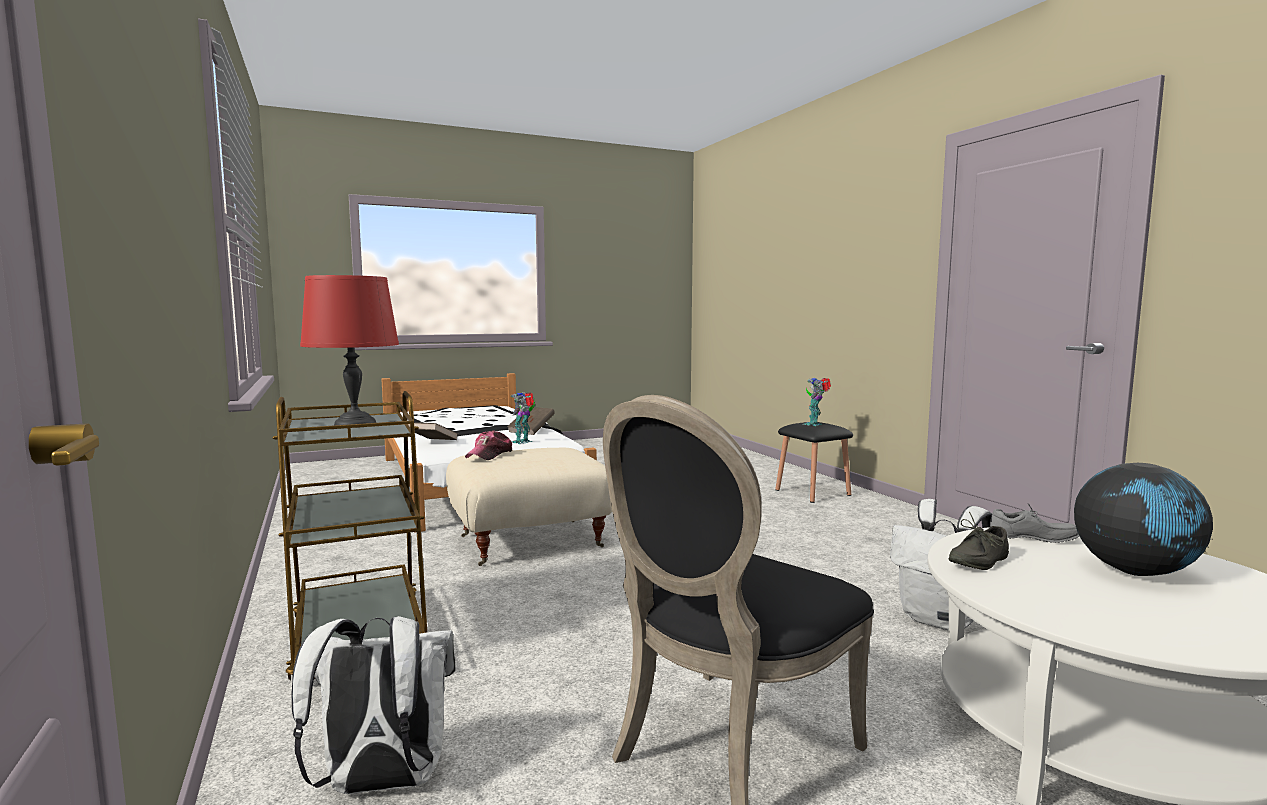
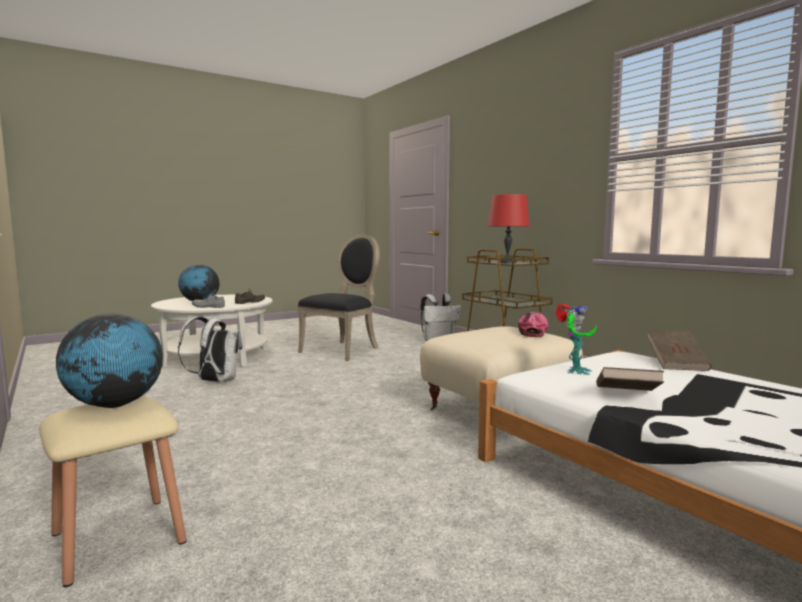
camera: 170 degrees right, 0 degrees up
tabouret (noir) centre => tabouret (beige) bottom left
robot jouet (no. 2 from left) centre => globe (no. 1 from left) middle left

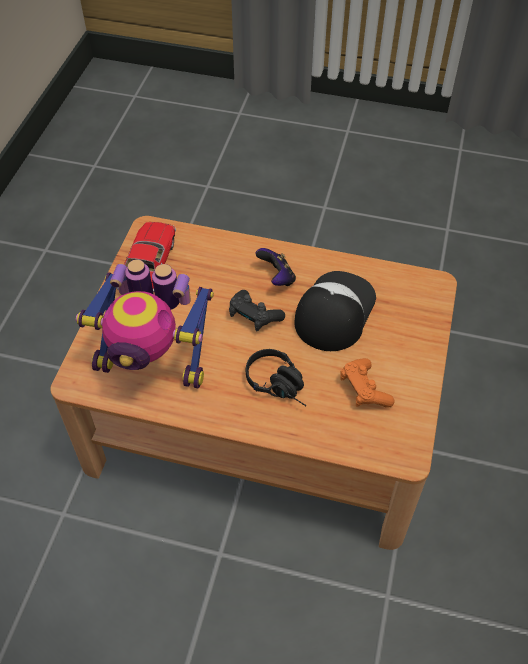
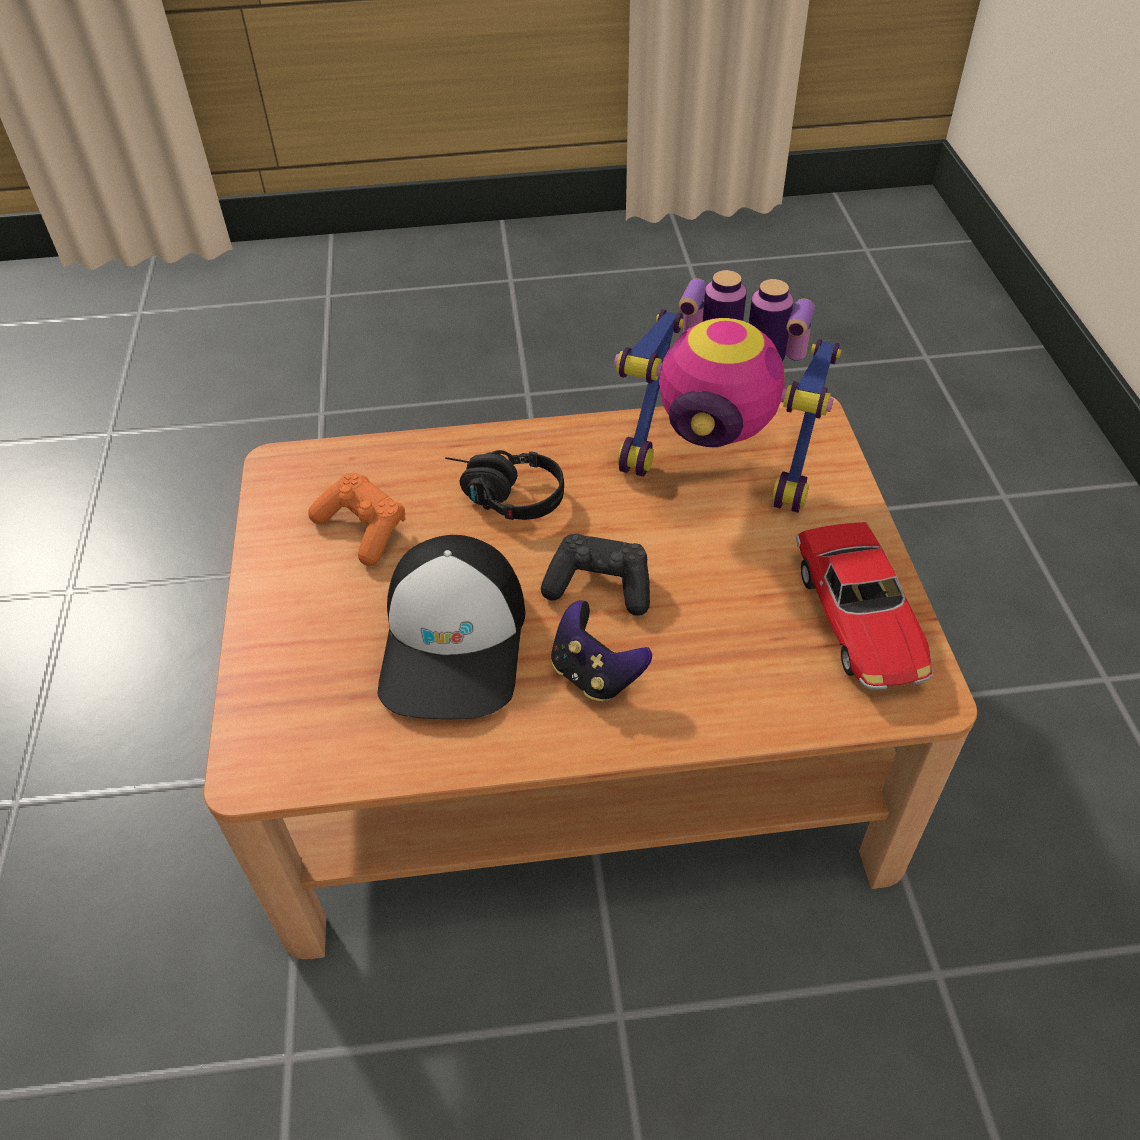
camera: 160 degrees right, 5 degrees down
robot jouet middle left => robot jouet centre, 150 degrees counterclockwise

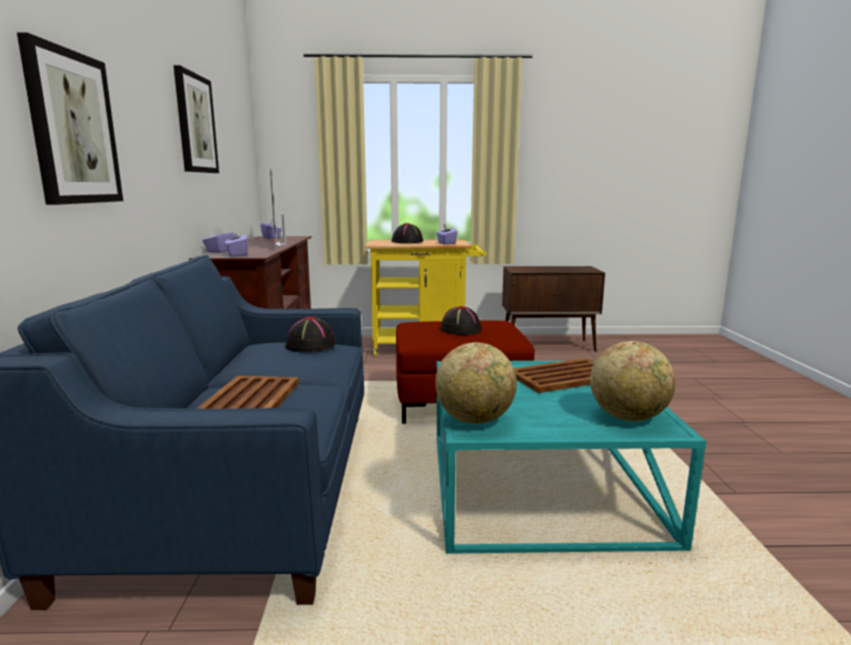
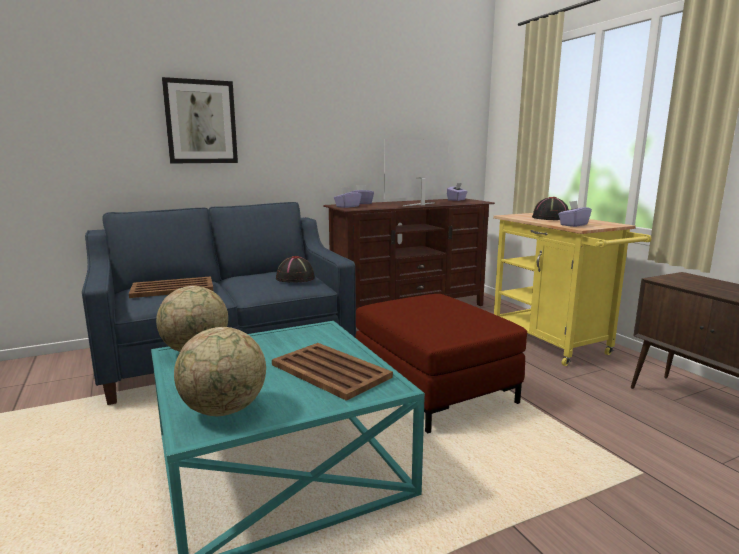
camera: 65 degrees right, 0 degrees up
tableau (no. 2 from left) top left => nothing
chapeau (noir) (no. 3 from left) centre => nothing

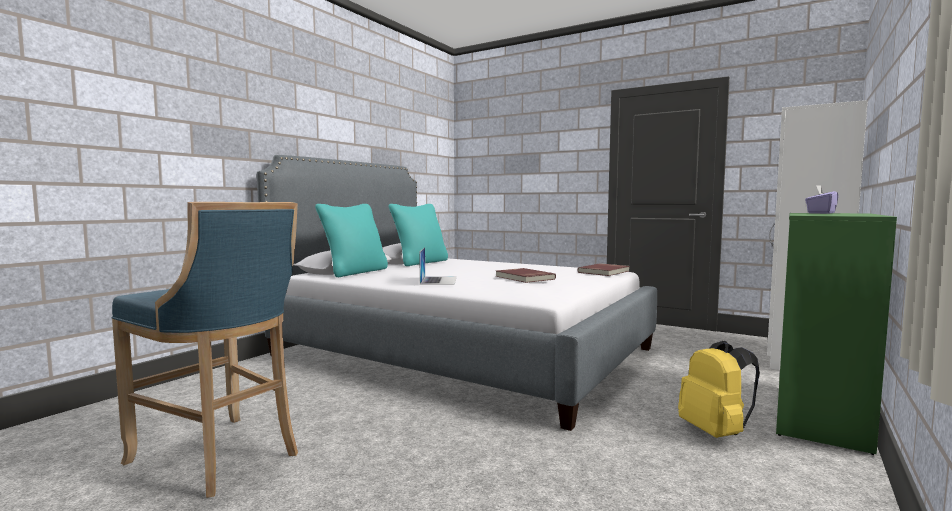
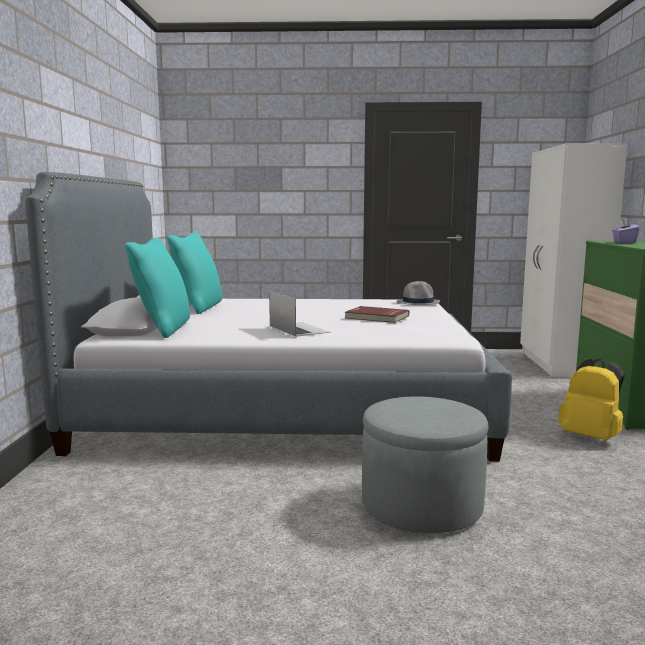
camera: 30 degrees left, 5 degrees up
nothing => pouf (gris) bottom centre
livre (rouge) (no. 2 from left) centre => chapeau (gris) centre
tabouret (bleu) bottom left => nothing

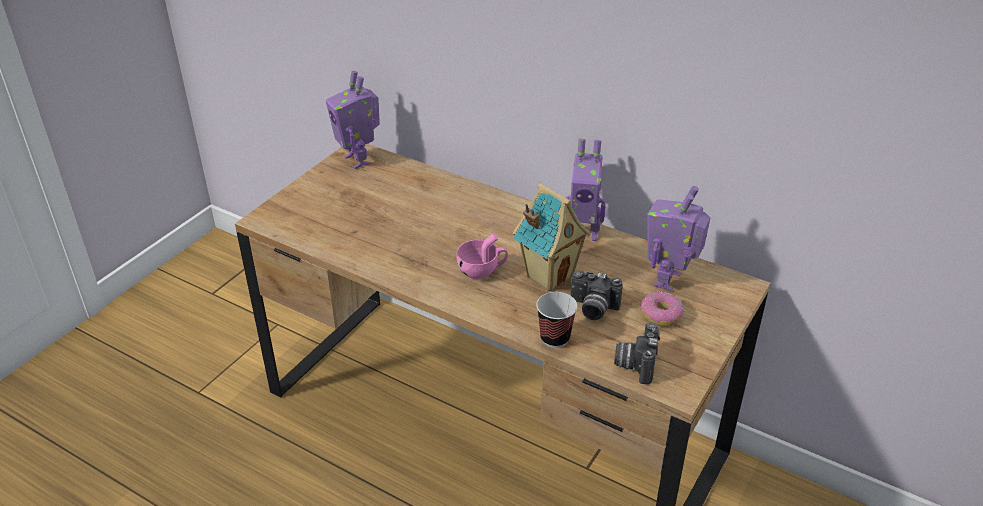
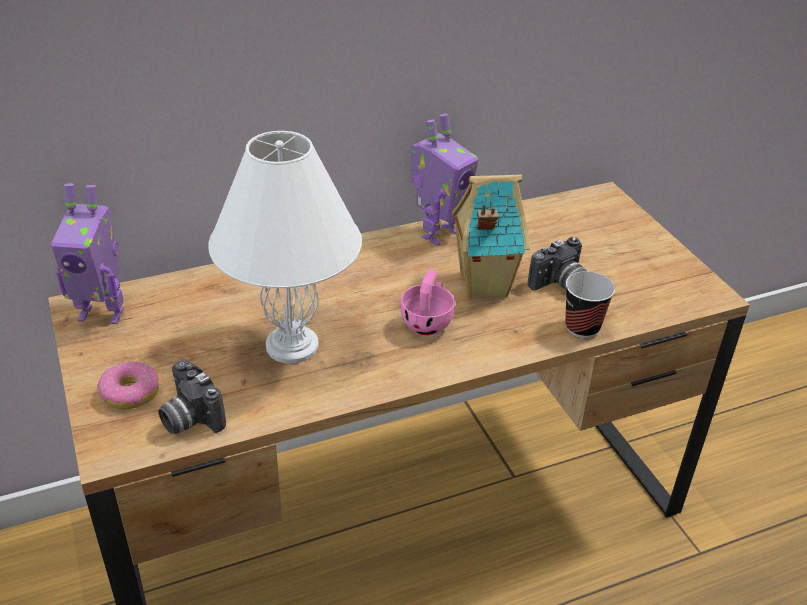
camera: 55 degrees left, 0 degrees up
beignet middle right => beignet middle left, shifted
appareil photo (no. 2 from left in the first image) bottom centre => appareil photo (no. 1 from left) middle left, shifted
nothing => lampe de table (blanc) centre
robot jouet (no. 3 from left) middle right => nothing

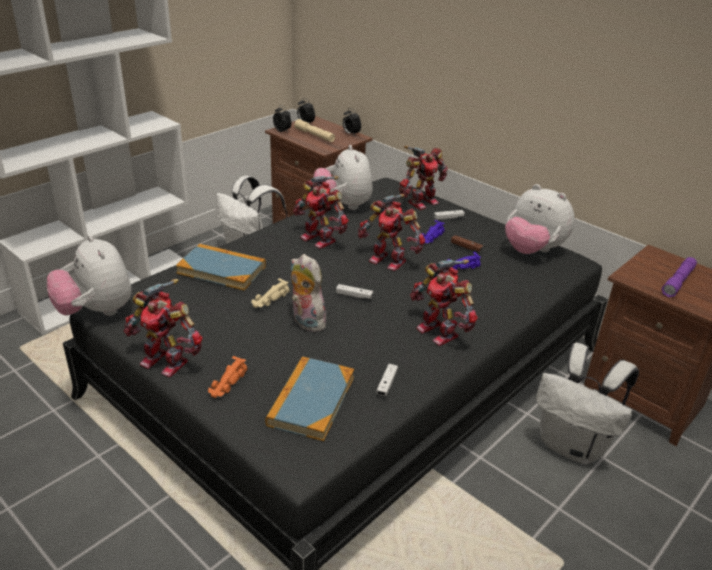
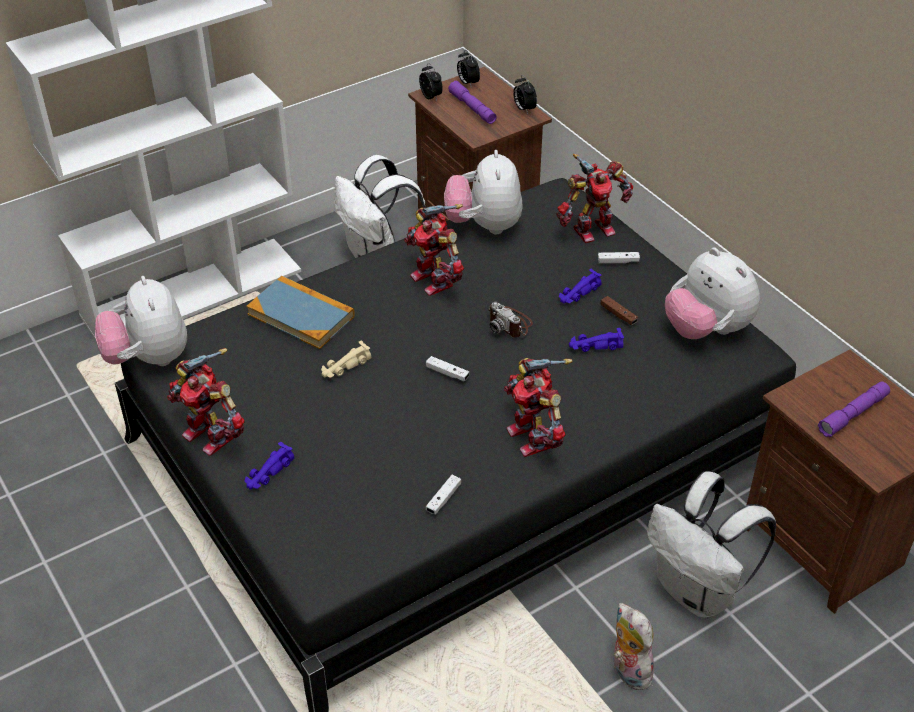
camera: 15 degrees right, 10 degrees up
petite voiture (orange) middle left => petite voiture (violet) (no. 1 from left) middle left
lampe de poche (beige) top centre => lampe de poche (violet) (no. 1 from left) top centre
robot jouet (no. 3 from left) centre => appareil photo centre
peluche (no. 2 from left in the first image) centre => peluche (no. 3 from left) bottom right, shifted
livre (no. 2 from left) bottom centre => nothing

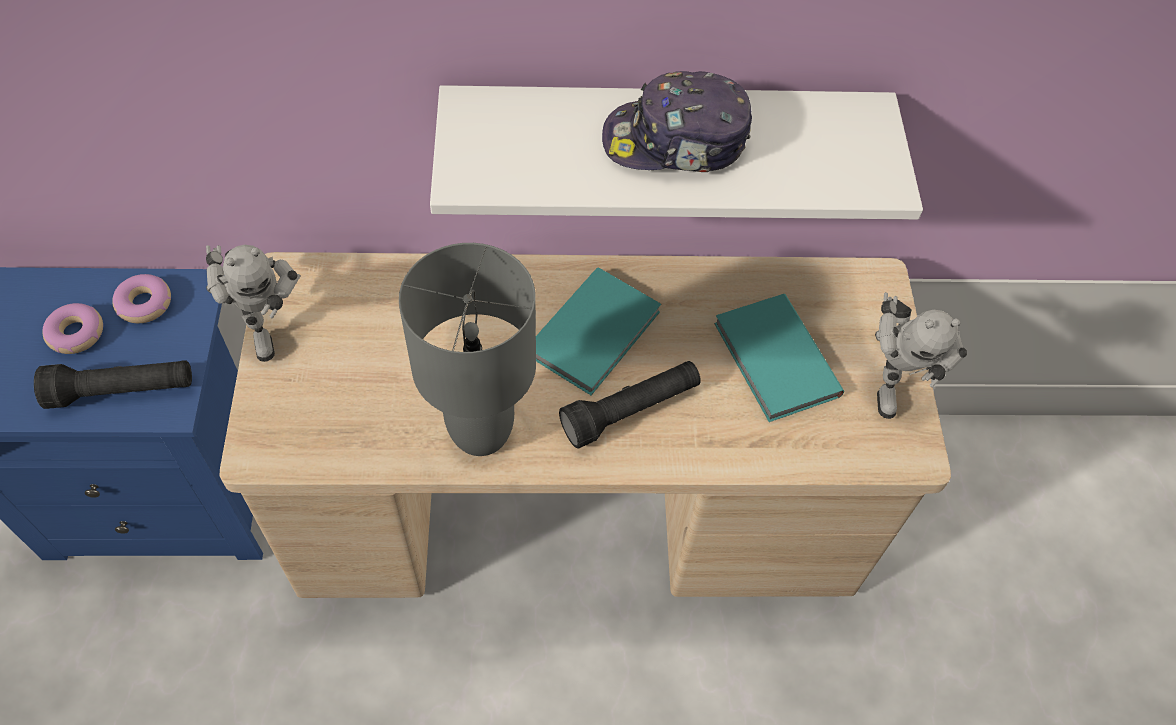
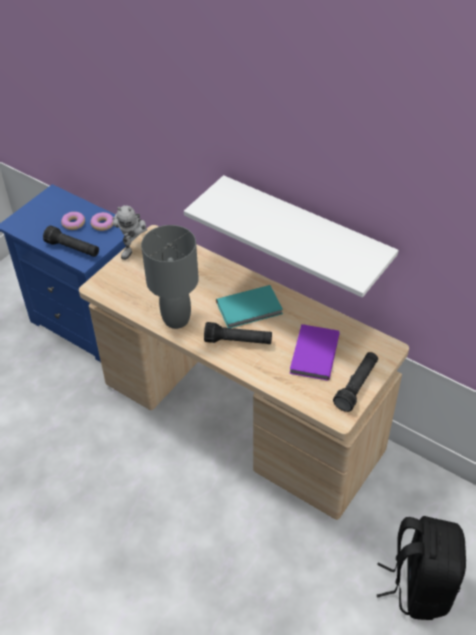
camera: 40 degrees right, 10 degrees down
livre (turquoise) (no. 2 from left) centre => livre (violet) centre
robot jouet (no. 2 from left) middle right => lampe de poche (noir) (no. 3 from left) middle right
nothing => sac à dos (noir) bottom right
casquette top centre => nothing

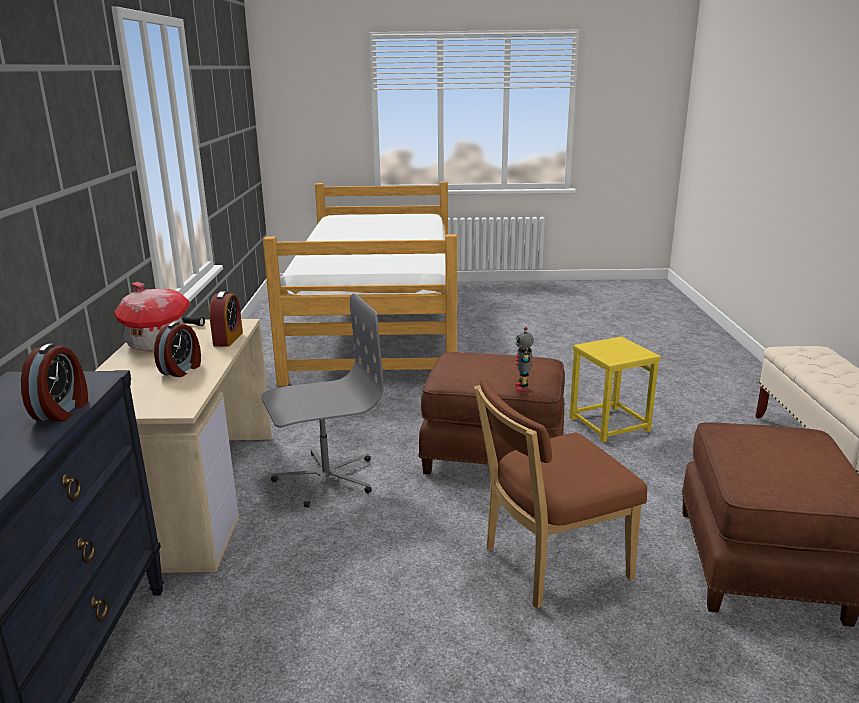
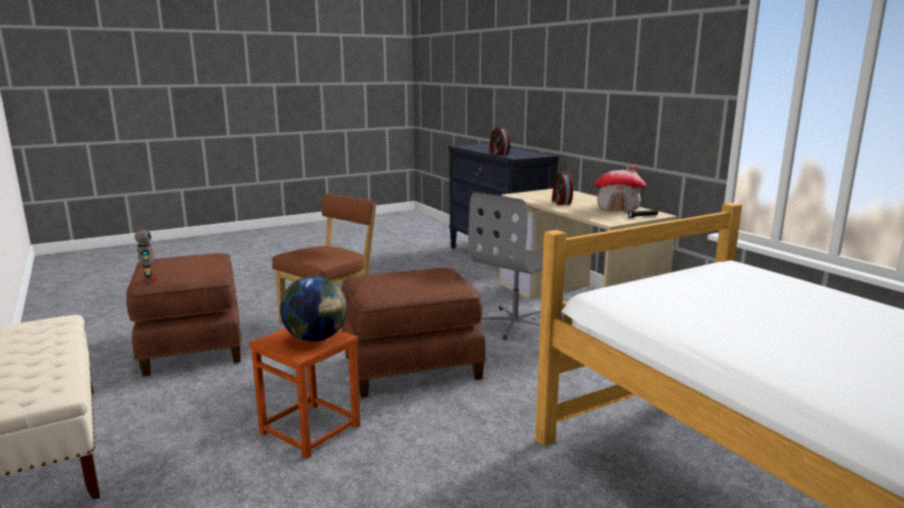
camera: 150 degrees right, 5 degrees down
robot jouet centre => robot jouet middle left, shifted
tabouret (jaune) middle right => tabouret (marron) bottom centre
nothing => globe centre
réveil (no. 3 from left) middle left => nothing

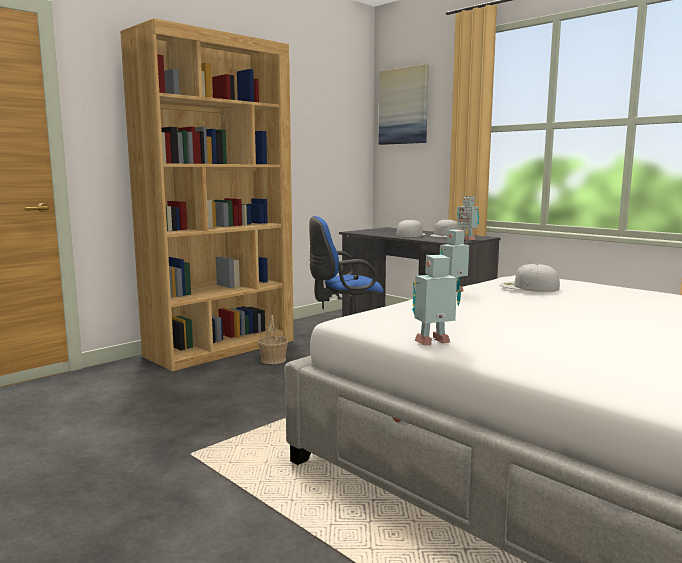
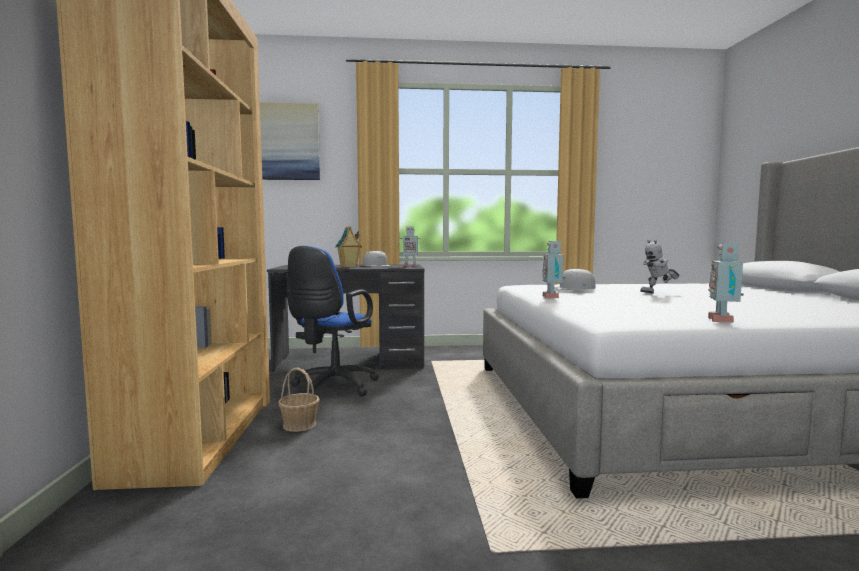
camera: 50 degrees left, 5 degrees down
casquette (blanc) (no. 1 from left) centre => maison miniature centre
nothing => robot jouet (no. 3 from left) middle right

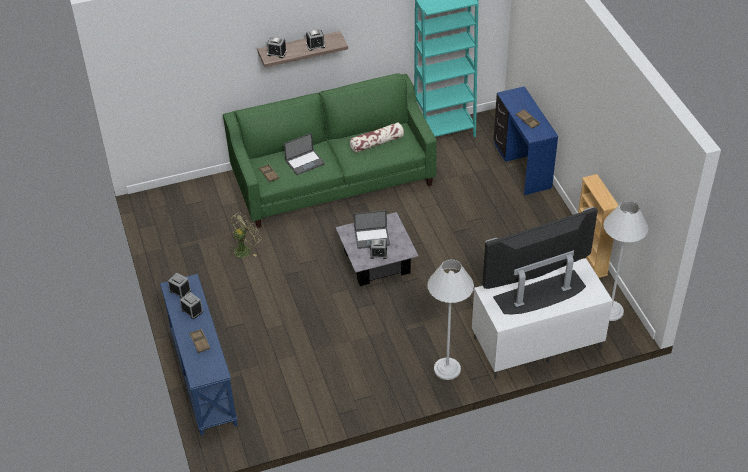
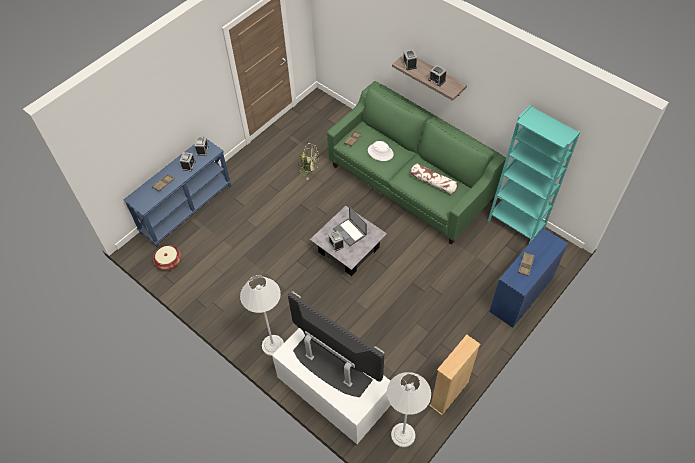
camera: 60 degrees right, 10 degrees up
nothing => panier middle left
ordinateur portable (no. 1 from left) top centre => chapeau (blanc) top centre

